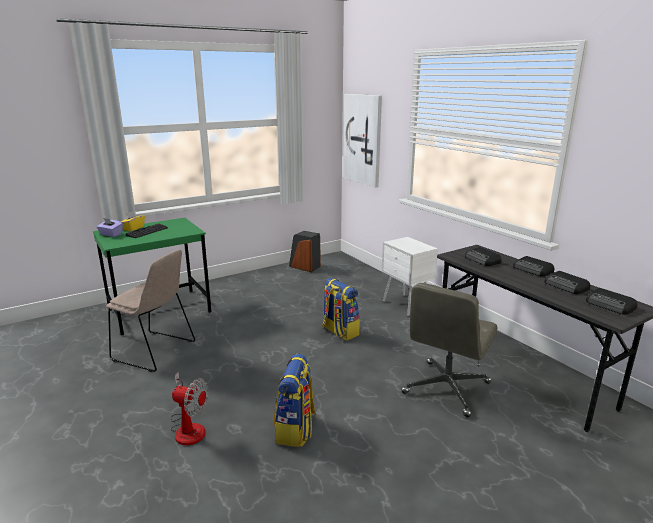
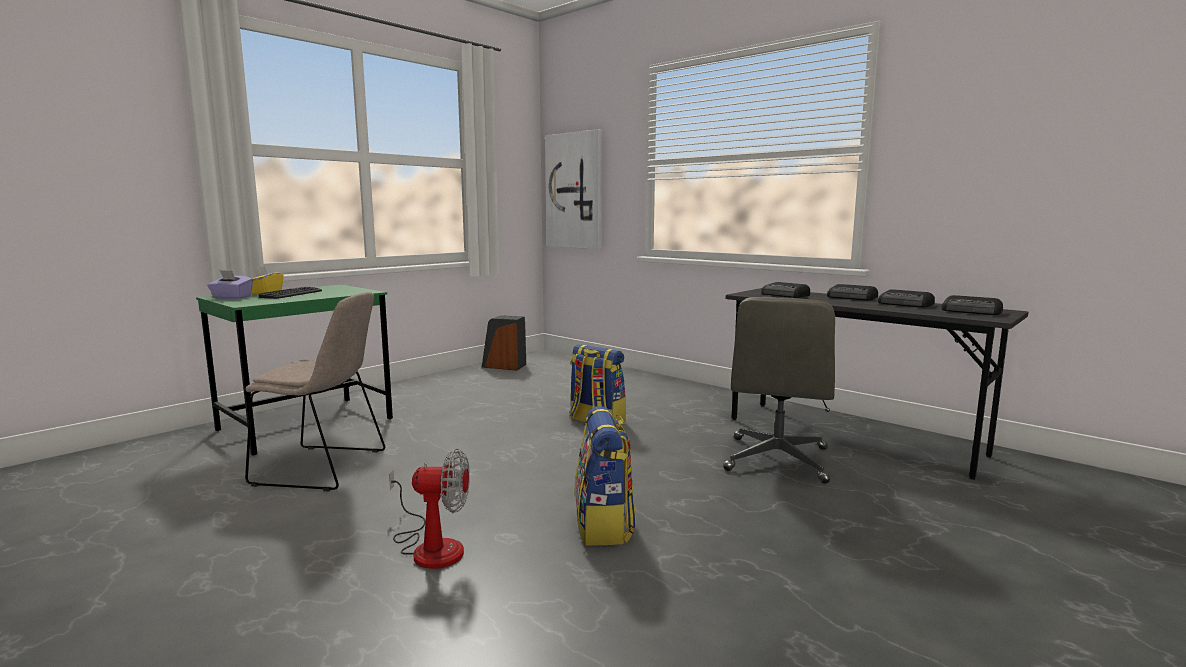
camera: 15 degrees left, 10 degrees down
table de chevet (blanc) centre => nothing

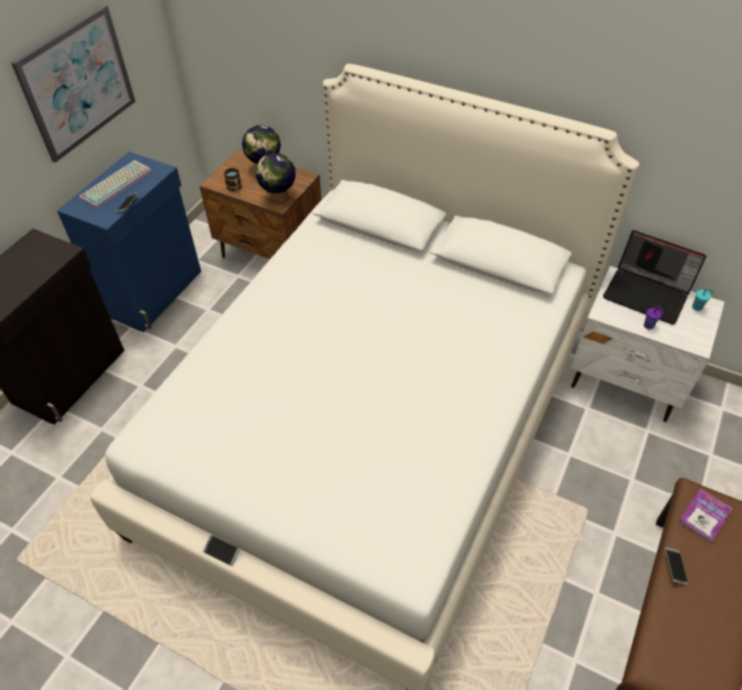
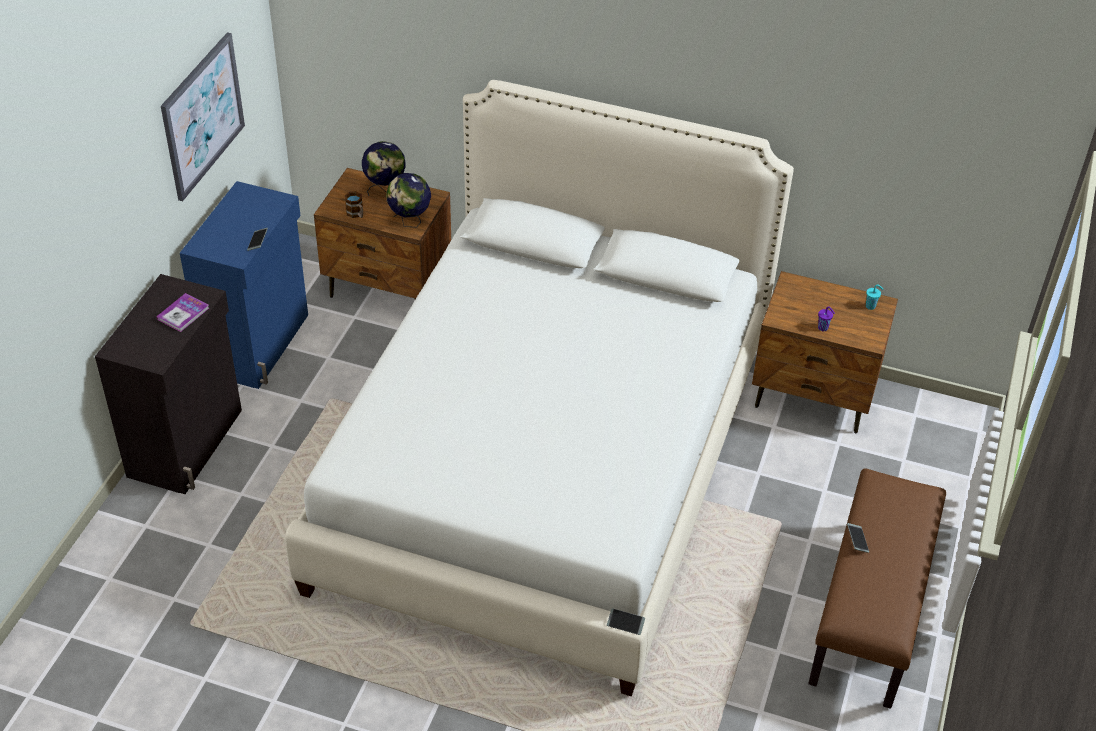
camera: 10 degrees left, 5 degrees down
livre bottom right => livre middle left, shifted
téléphone (no. 2 from left) bottom left => téléphone (no. 2 from left) bottom centre, shifted
table de chevet (blanc) middle right => table de chevet (marron) (no. 2 from left) middle right
clavier top left => nothing
ordinateur portable middle right => nothing

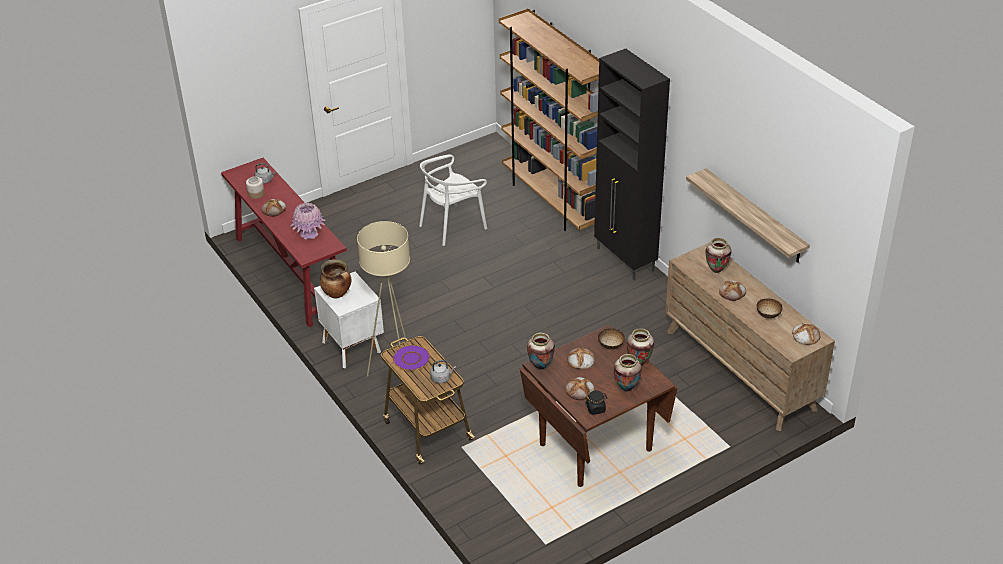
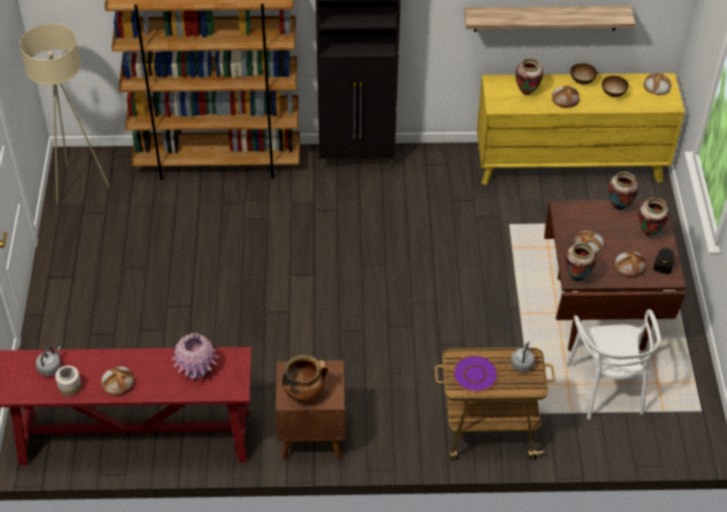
camera: 60 degrees left, 10 degrees up
lampadaire (beige) centre => lampadaire (beige) top left, shifted
table de chevet (blanc) centre => table de chevet (marron) bottom centre
commode (marron) middle right => commode (jaune) top right
chaise (blanc) centre => chaise (blanc) bottom right, shifted
bol (no. 1 from left) centre => bol (no. 1 from left) top right, shifted

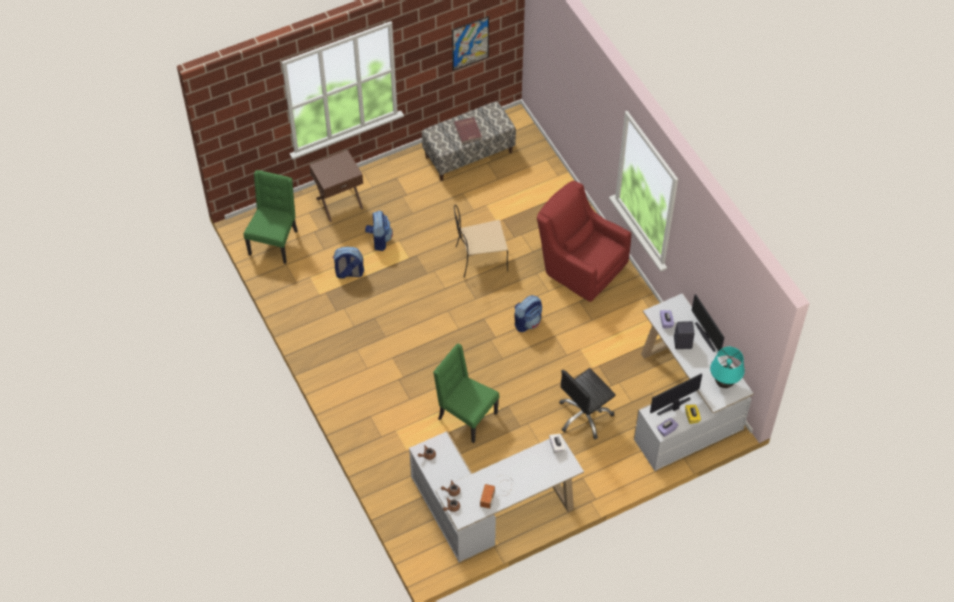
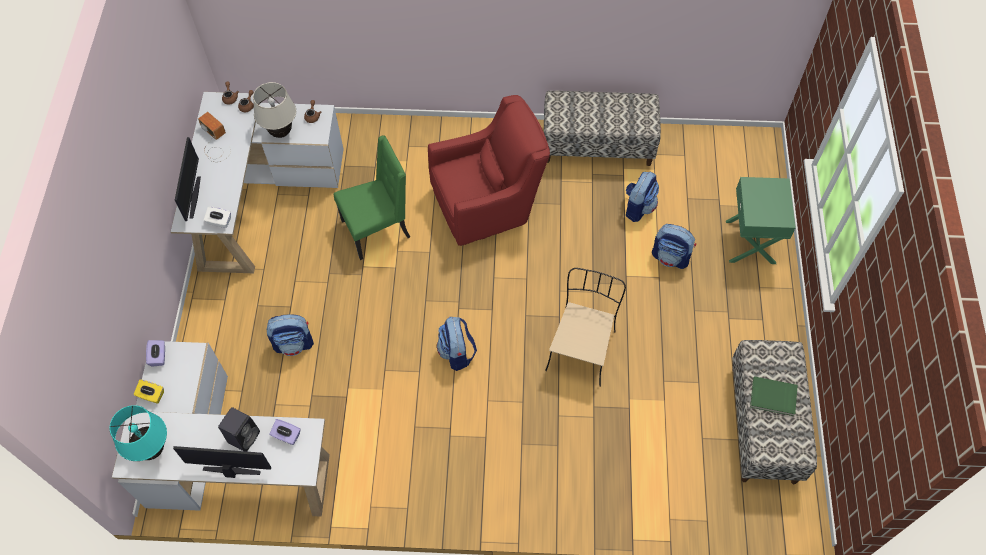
camera: 120 degrees right, 5 degrees up
écran d'ordinateur (no. 1 from left) middle right => écran d'ordinateur (no. 1 from left) top left, shifted
nothing => lampe de table (beige) top left
chaise de bureau (noir) bottom centre => sac à dos (no. 1 from left) middle left
fauteuil (rouge) centre => fauteuil (rouge) top centre, shifted
nothing => banc (no. 1 from left) top centre
table de chevet (marron) top centre => table de chevet (vert) middle right
livre (rouge) top centre => livre (vert) bottom right
chaise (vert) (no. 1 from left) middle left => nothing
tableau top centre => nothing

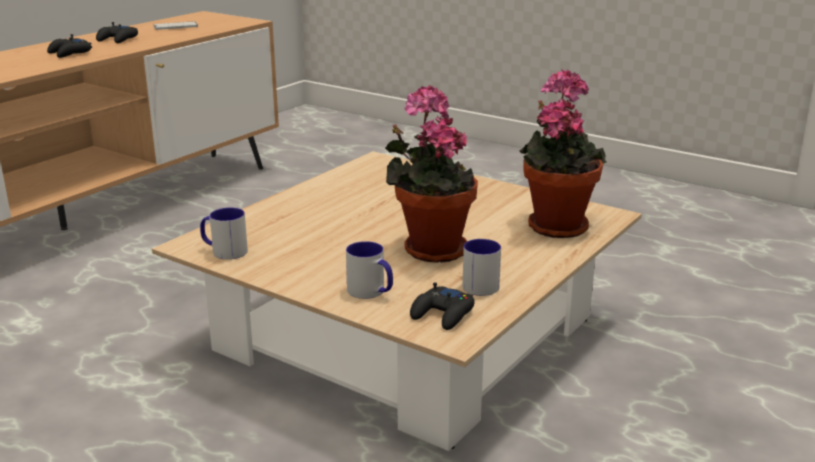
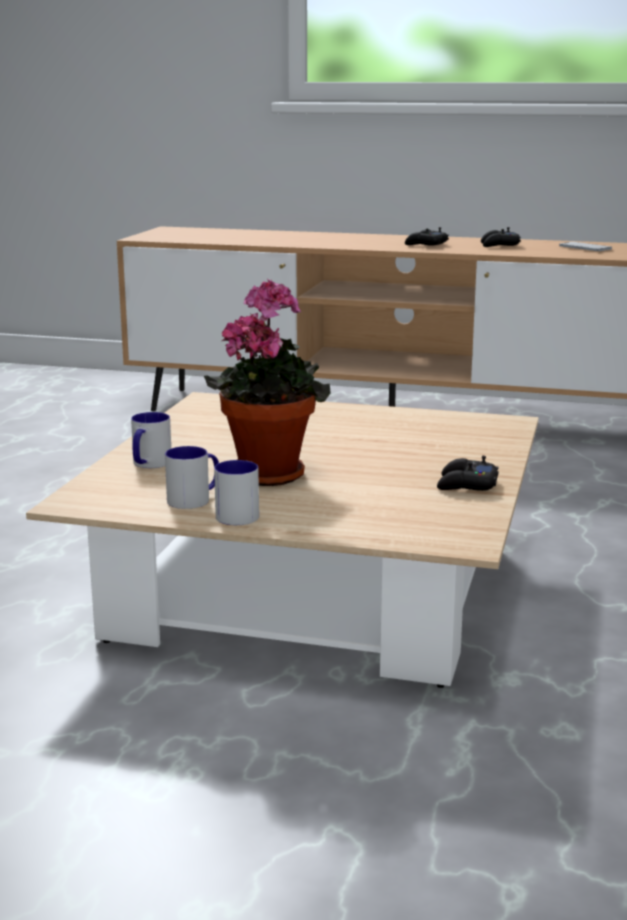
camera: 70 degrees right, 5 degrees down
mug (no. 1 from left in the first image) middle left => mug (no. 3 from left) centre, shifted
manette (noir) (no. 3 from left in the first image) centre => manette (noir) (no. 2 from left) middle right, shifted
plante en pot (no. 2 from left) top right => nothing

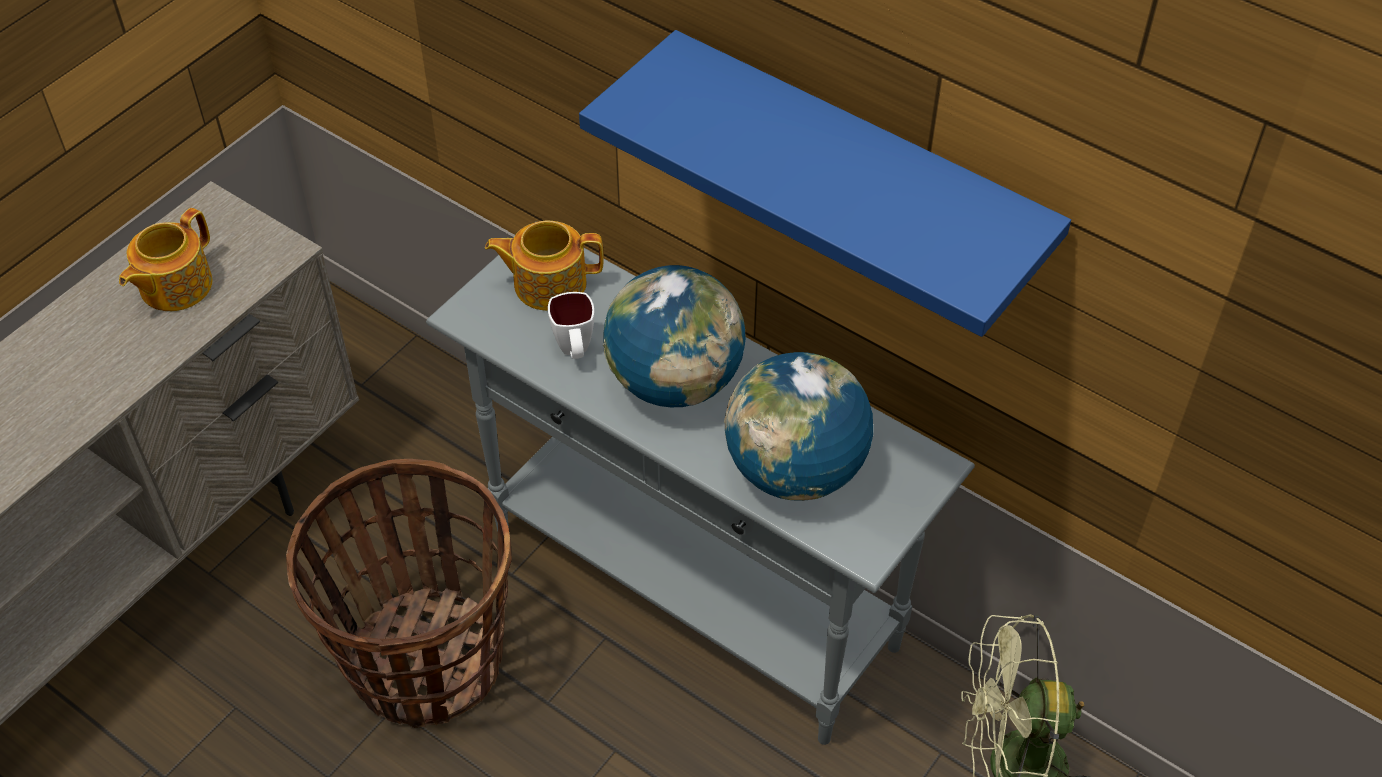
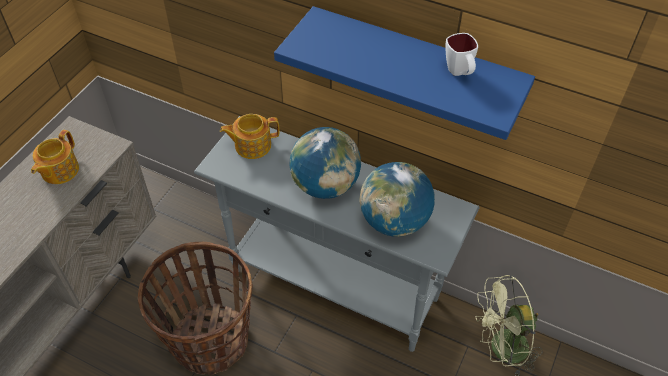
camera: 10 degrees left, 0 degrees up
mug (blanc) centre => mug (blanc) top right, shifted

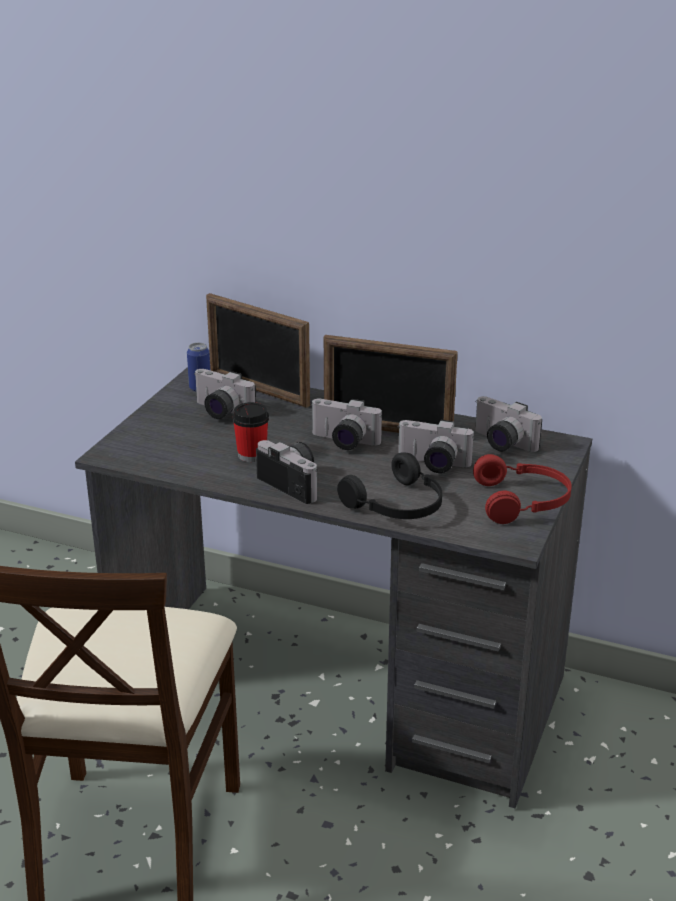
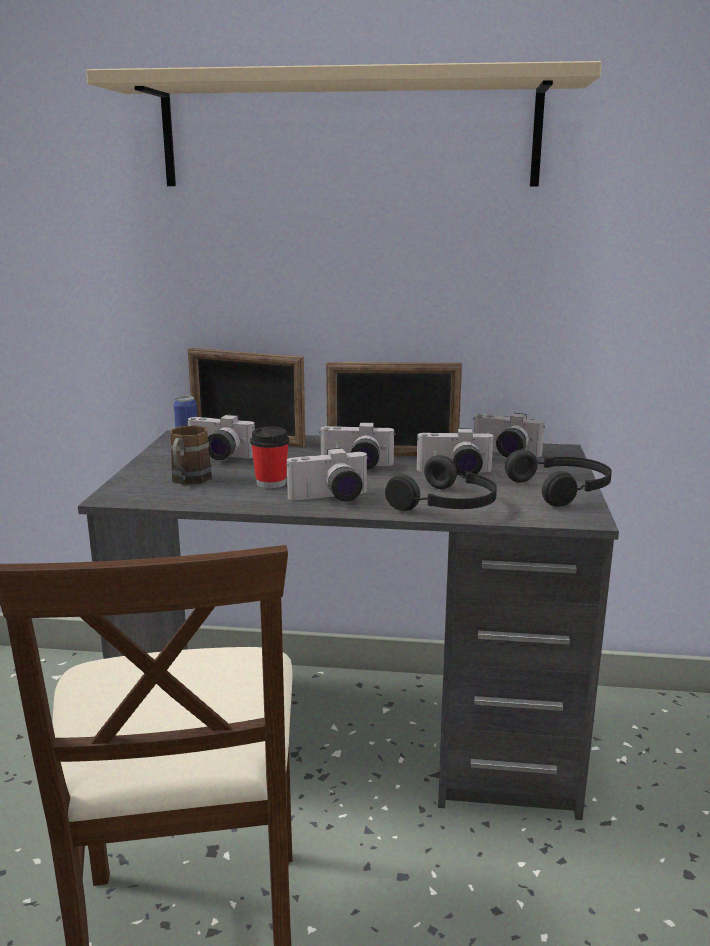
camera: 15 degrees left, 10 degrees down
nothing => étagère (beige) top centre
nothing => mug (marron) middle left
appareil photo (no. 2 from left) centre, 135 degrees clockwise
casque audio (rouge) middle right => casque audio (noir) (no. 2 from left) middle right

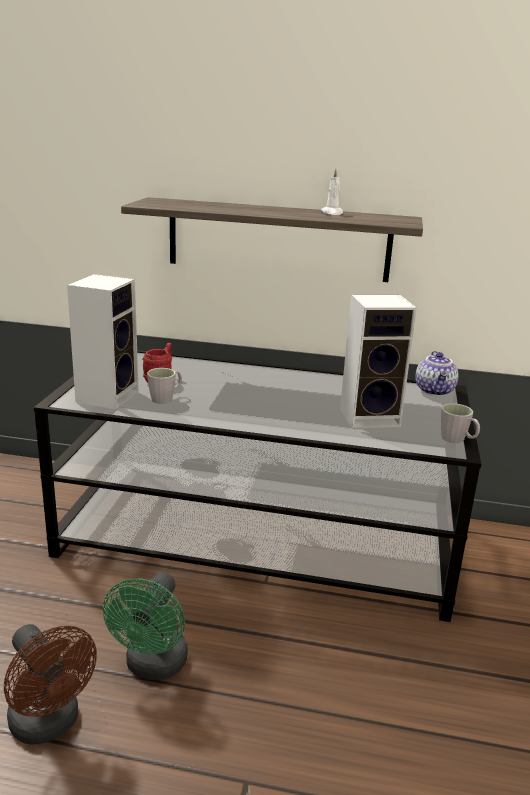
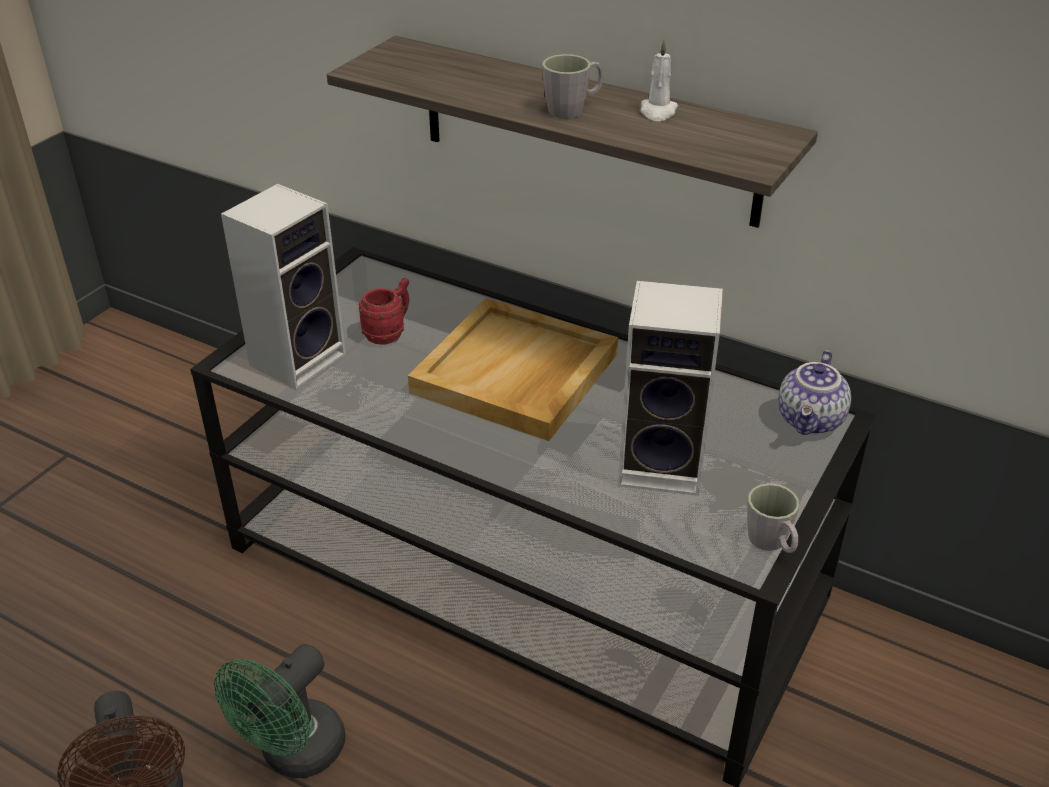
camera: 20 degrees right, 15 degrees up
nothing => plateau (beige) centre
mug (gris) (no. 1 from left) middle left => mug (gris) (no. 1 from left) top centre, shifted

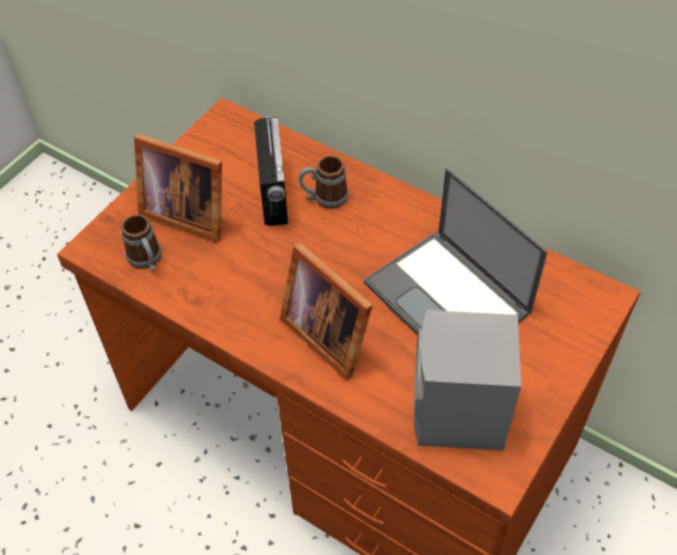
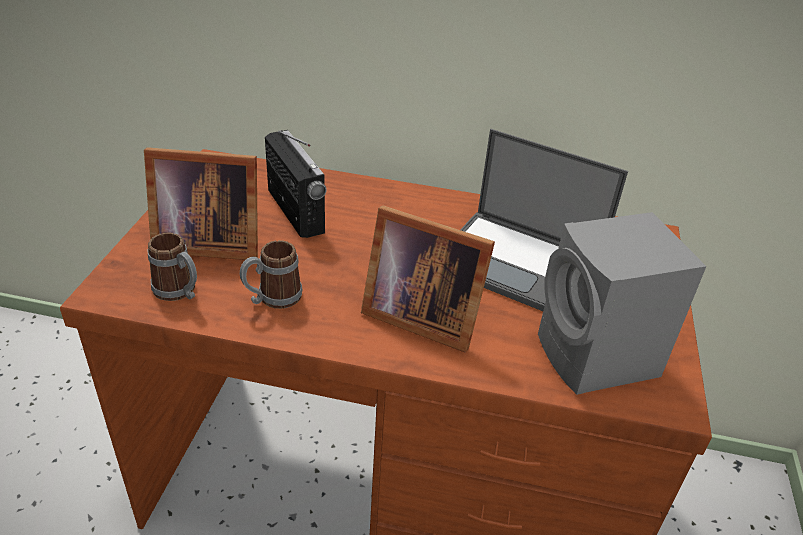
camera: 25 degrees left, 15 degrees down
mug (no. 2 from left) top centre => mug (no. 2 from left) centre, shifted

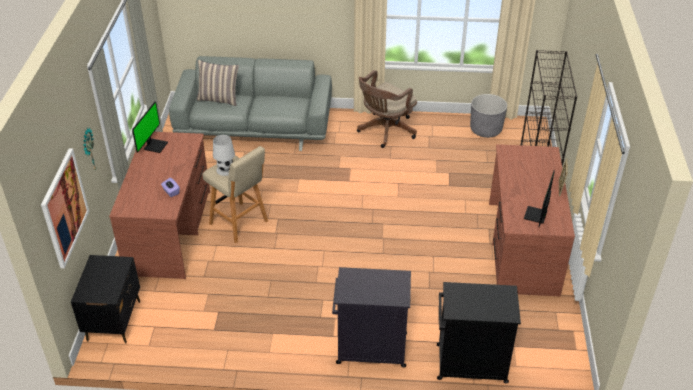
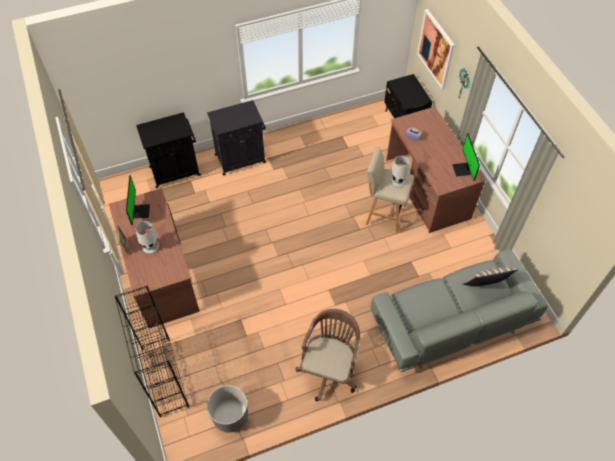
camera: 155 degrees right, 15 degrees up
nothing => lampe de table (blanc) (no. 1 from left) middle left

